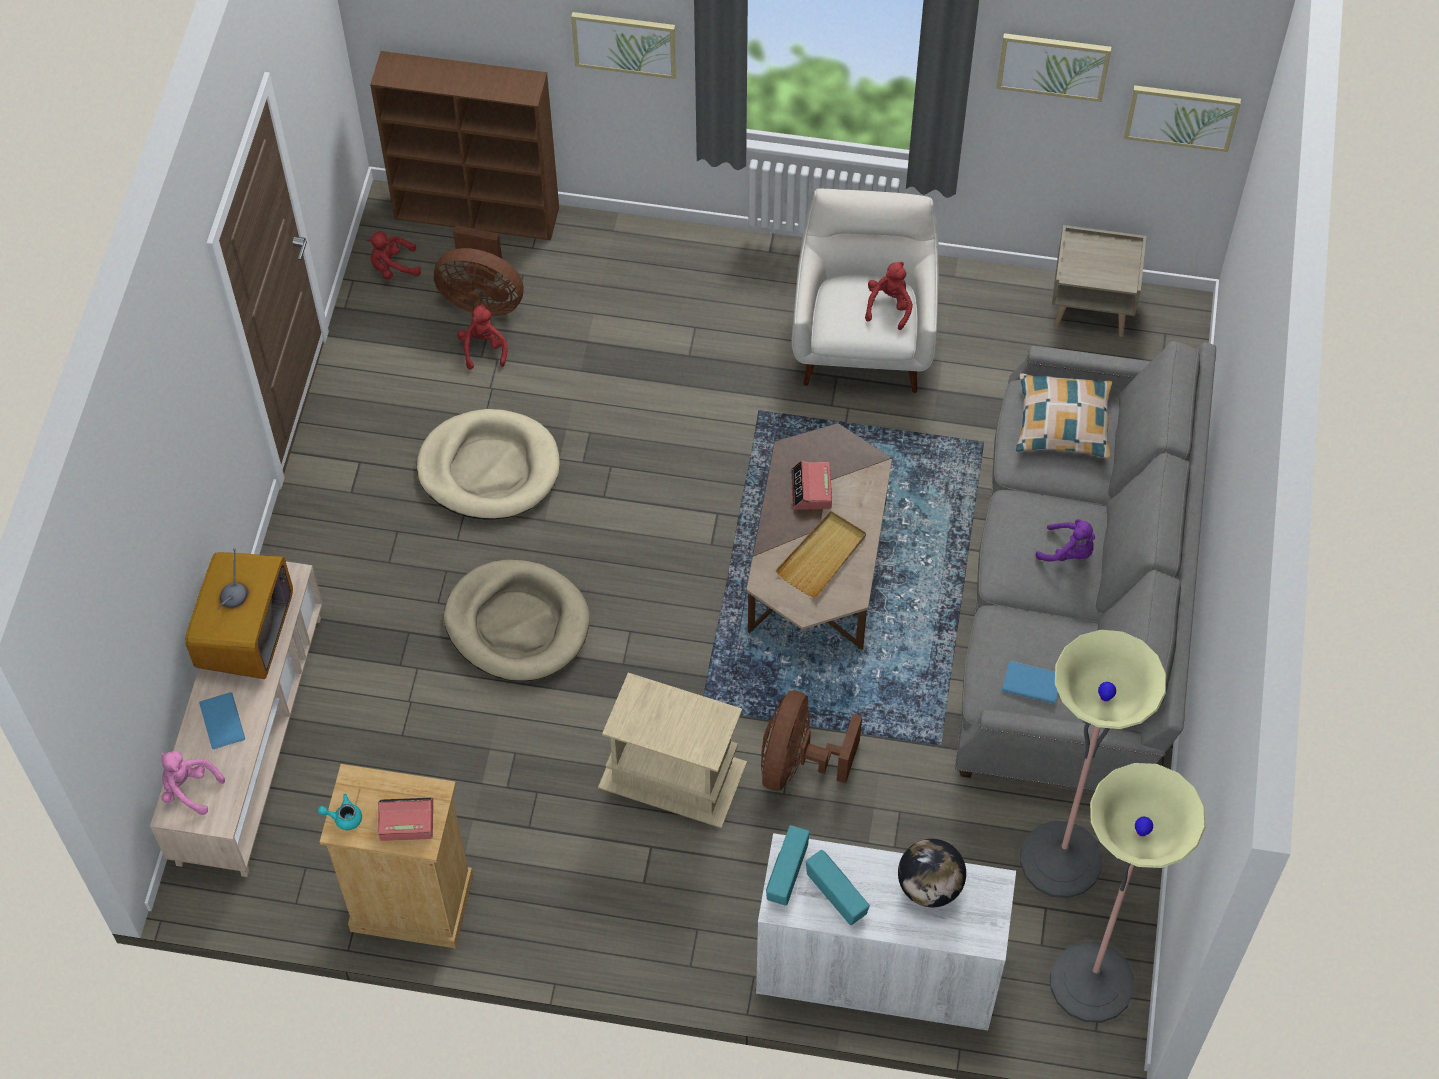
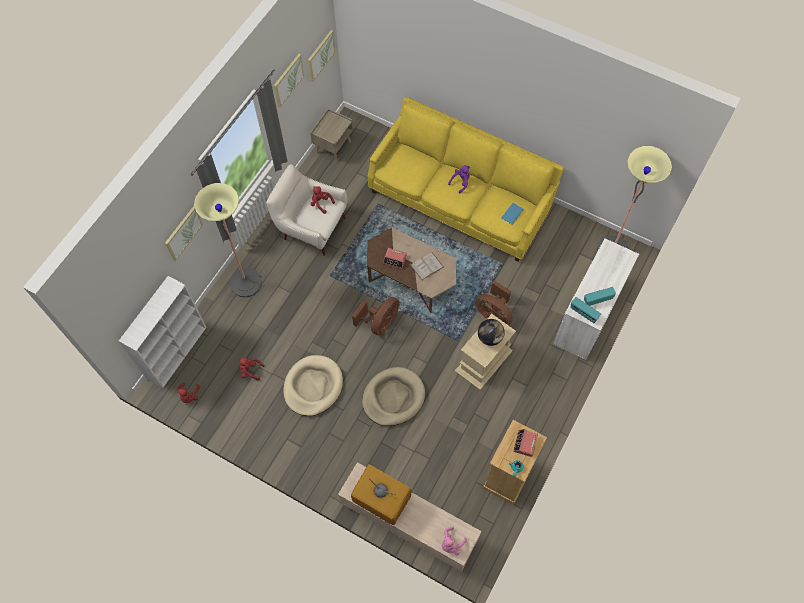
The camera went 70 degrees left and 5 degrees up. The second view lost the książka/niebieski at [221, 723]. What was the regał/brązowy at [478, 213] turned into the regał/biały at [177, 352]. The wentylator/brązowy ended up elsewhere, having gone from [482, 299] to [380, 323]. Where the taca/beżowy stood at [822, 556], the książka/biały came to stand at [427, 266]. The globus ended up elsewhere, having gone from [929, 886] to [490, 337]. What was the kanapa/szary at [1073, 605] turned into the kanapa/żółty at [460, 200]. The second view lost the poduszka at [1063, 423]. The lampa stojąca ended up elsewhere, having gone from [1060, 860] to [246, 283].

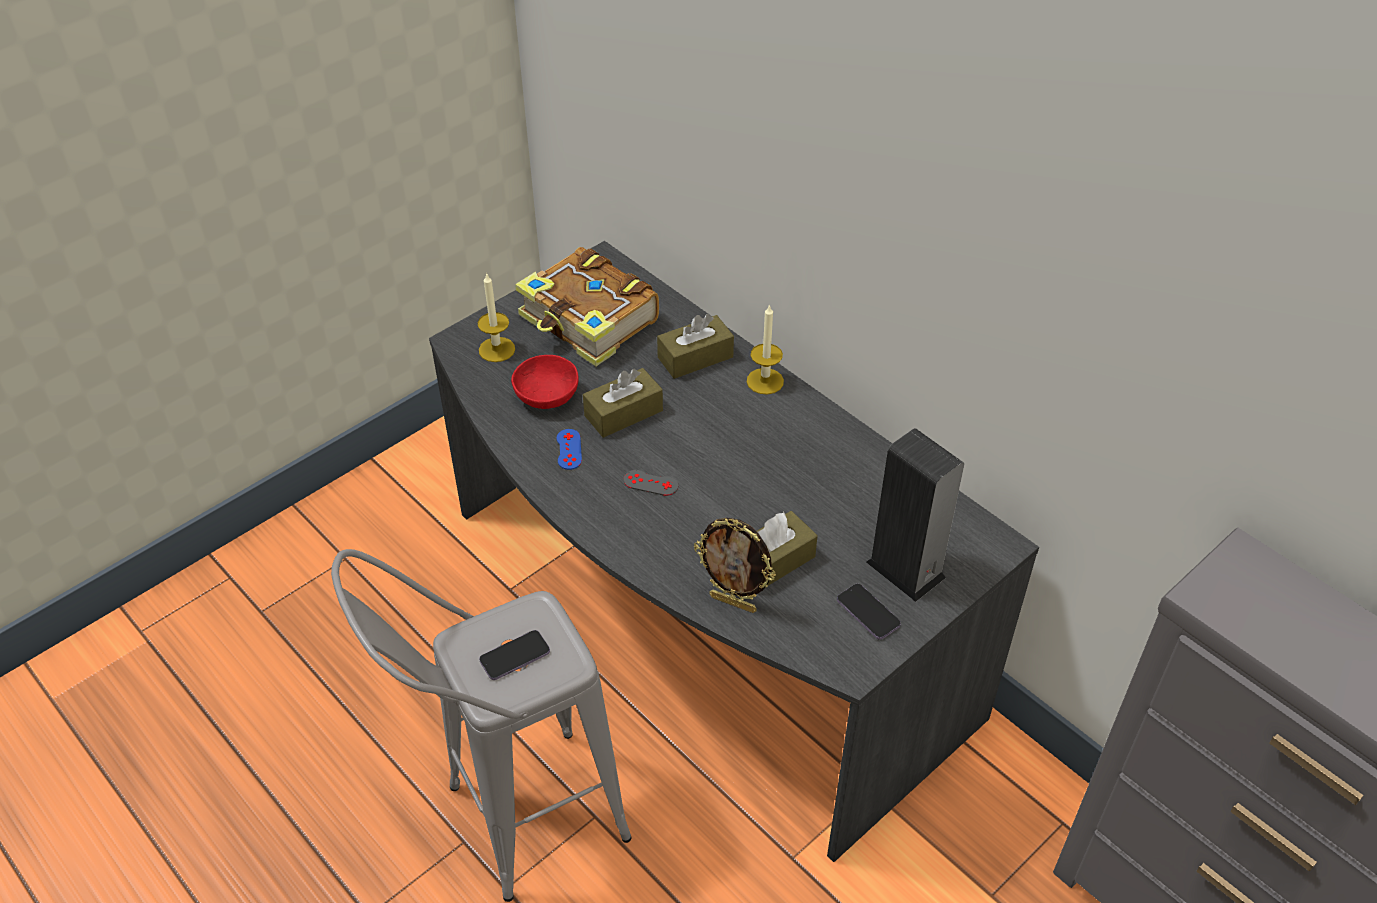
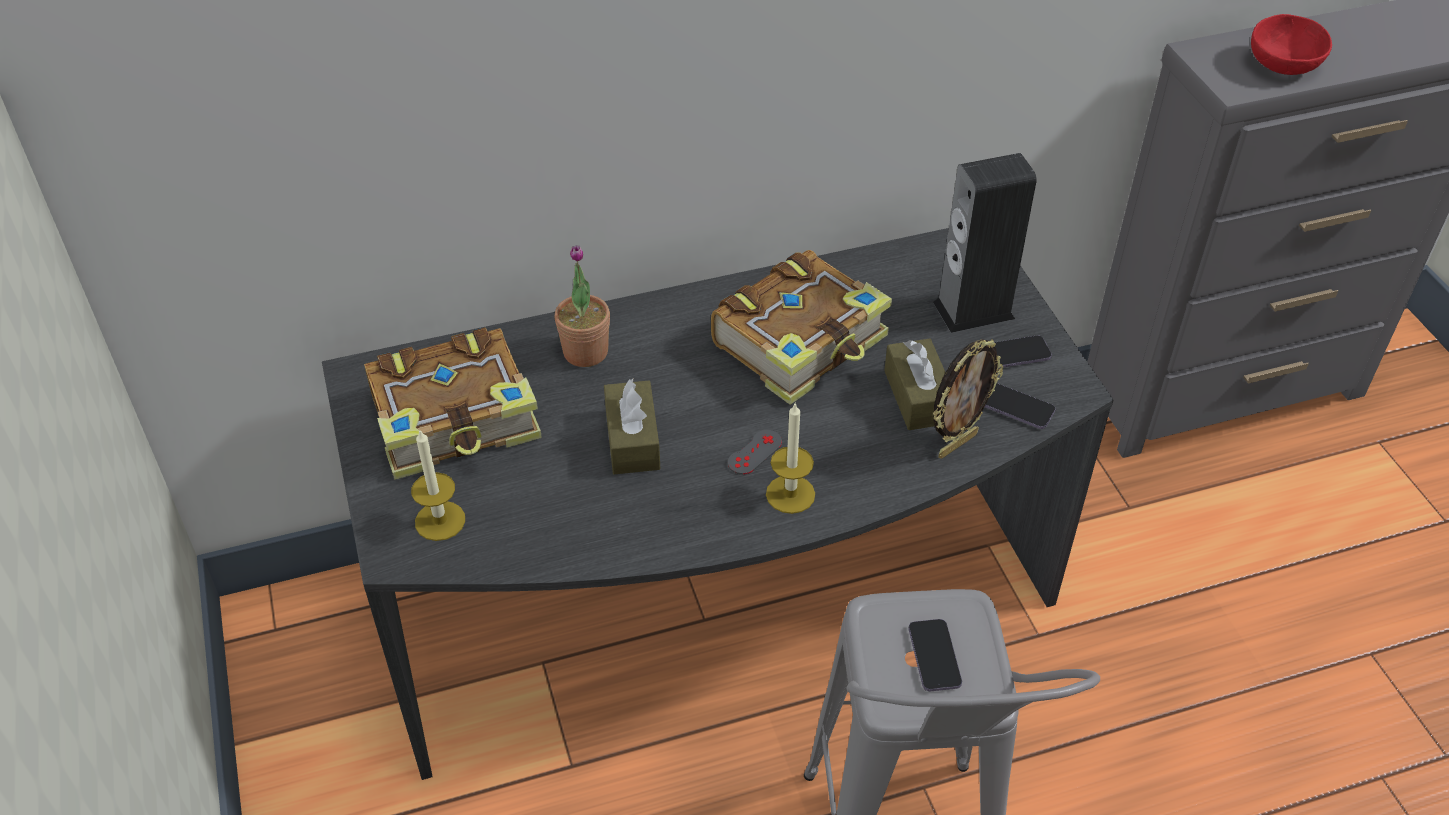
The camera went 65 degrees left and 0 degrees up. The miska/czerwony ended up elsewhere, having gone from [546, 398] to [1285, 65]. The second view lost the pad do gier/niebieski at [569, 449]. Where the pudełko chusteczek/brązowy stood at [695, 357], the roślina doniczkowa came to stand at [585, 352]. The świeca ended up elsewhere, having gone from [765, 381] to [790, 494]. The second view gained the książka at [802, 342]. The second view gained the telefon at [1016, 408].

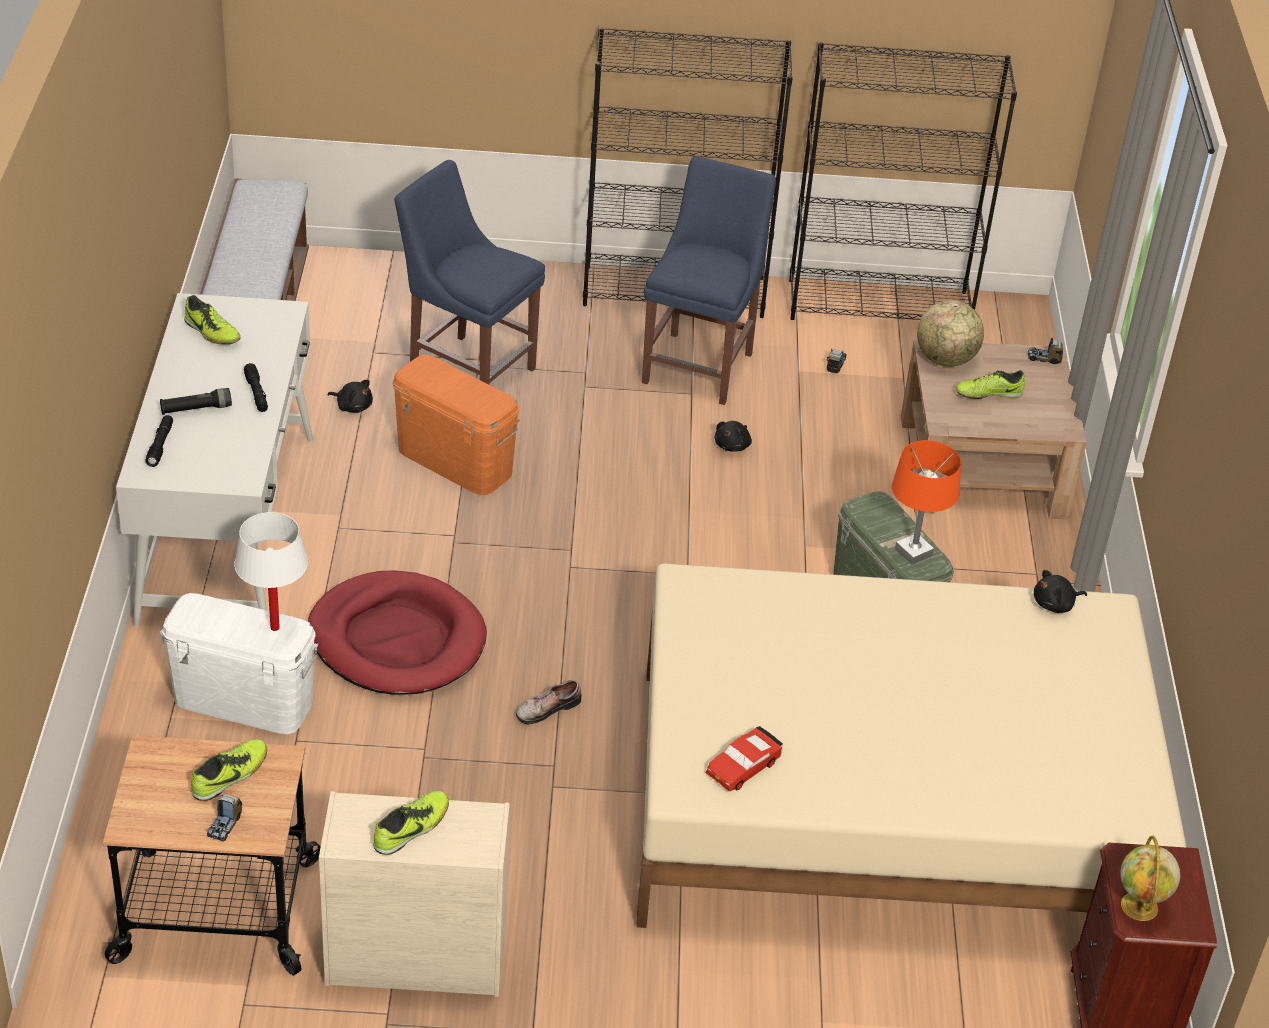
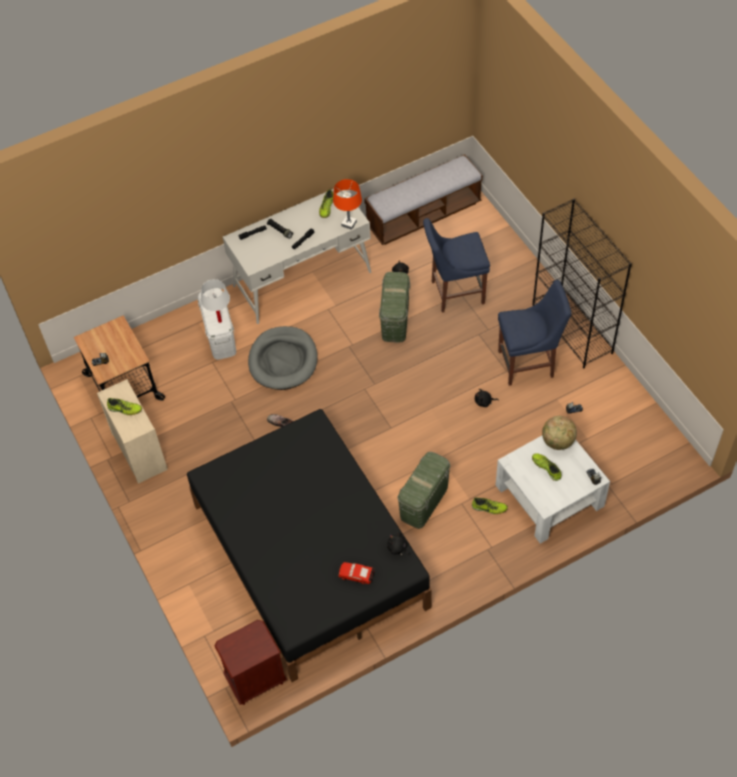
The camera went 65 degrees right and 15 degrees up. The but ended up elsewhere, having gone from [230, 776] to [489, 508]. What was the legowisko/czerwony at [397, 639] turned into the legowisko/szary at [283, 360]. What was the pojemnik do przechowywania/pomarańczowy at [454, 461] turned into the pojemnik do przechowywania/zielony at [395, 320]. The krzesło/niebieski at [467, 370] ended up facing another way, 105 degrees counterclockwise from before. What was the łóżko/beżowy at [886, 808] turned into the łóżko/czarny at [309, 555]. The samochodzik/czerwony ended up elsewhere, having gone from [743, 766] to [356, 574]. The second view lost the regał/czarny at [880, 305]. The lampa stołowa/pomarańczowy ended up elsewhere, having gone from [914, 552] to [349, 224]. What was the ława/brązowy at [982, 466] turned into the ława/biały at [549, 496]. The second view lost the globus at [1140, 907].

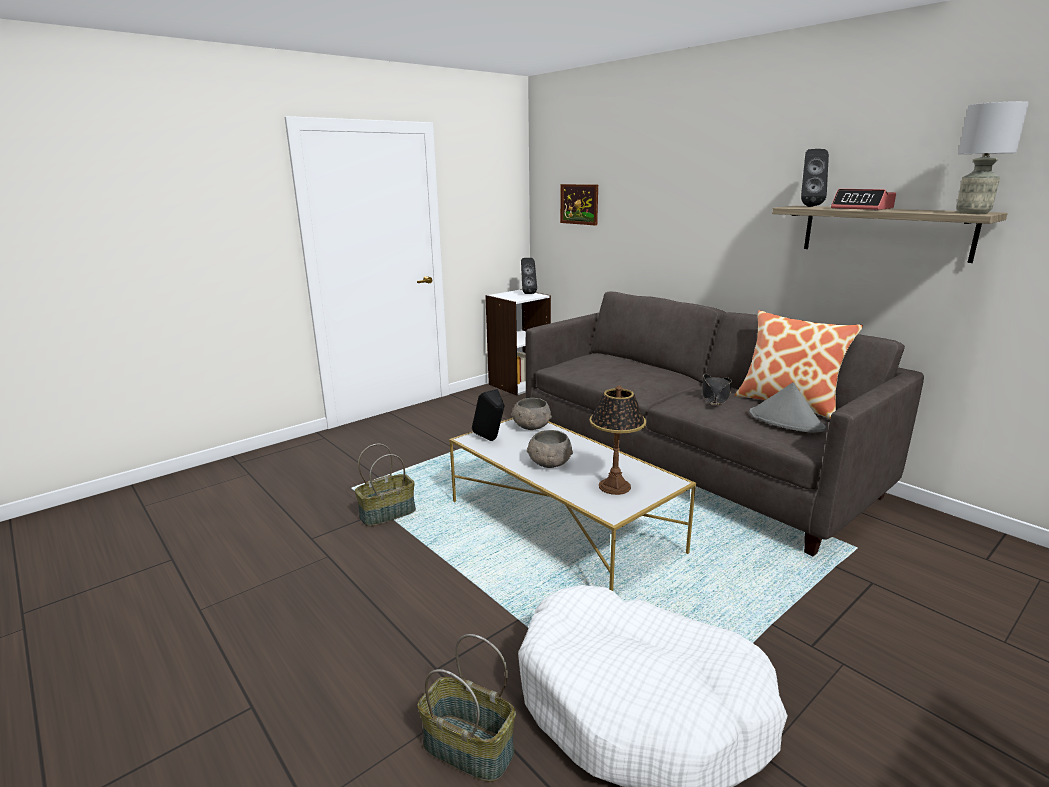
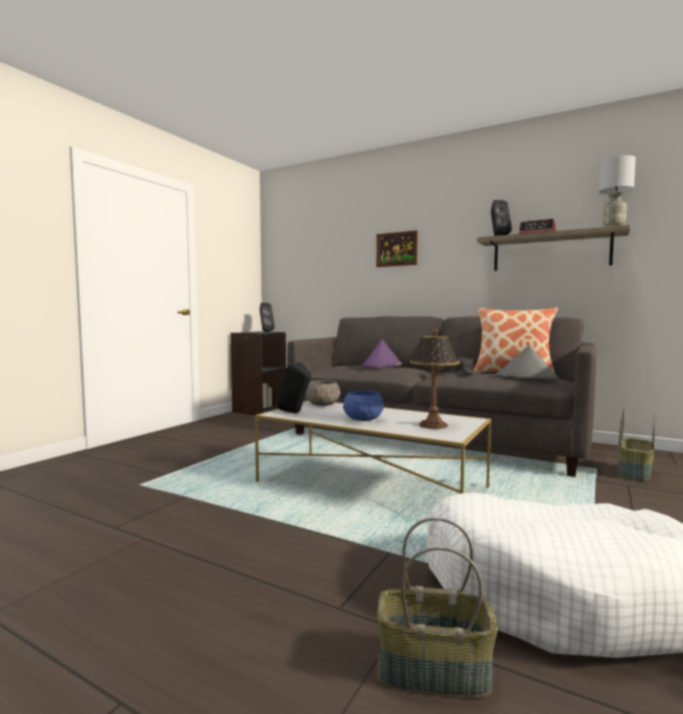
The camera went 20 degrees left and 15 degrees down. The koszyk ended up elsewhere, having gone from [388, 513] to [634, 472]. What was the regał/biały at [519, 384] turned into the regał/czarny at [259, 410]. What was the miska/szary at [549, 464] turned into the miska/niebieski at [363, 419]. The obraz ended up elsewhere, having gone from [579, 204] to [396, 249]. The second view gained the kapelusz/fioletowy at [382, 365].

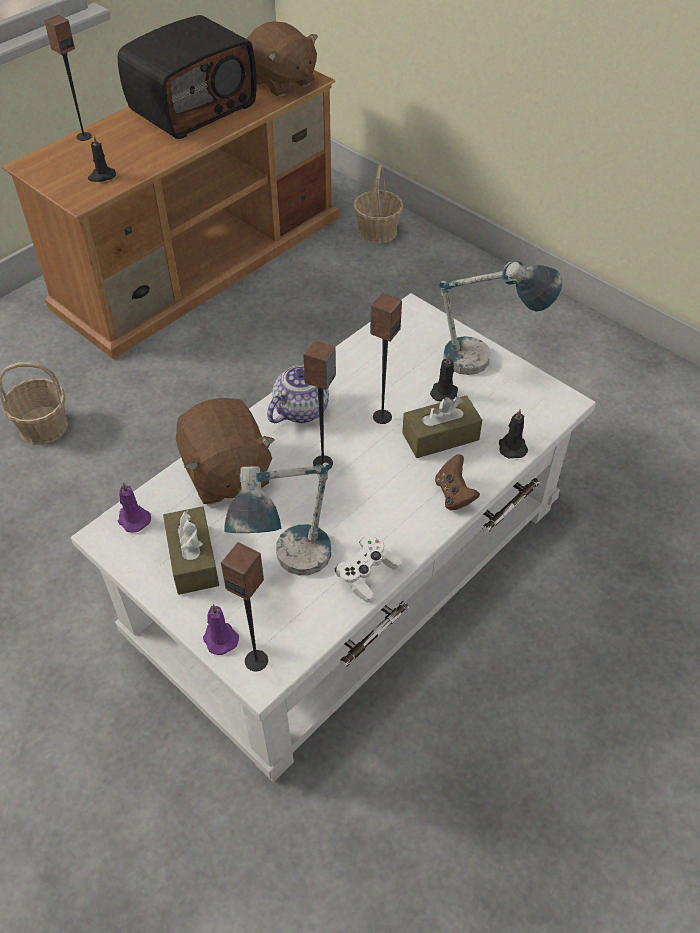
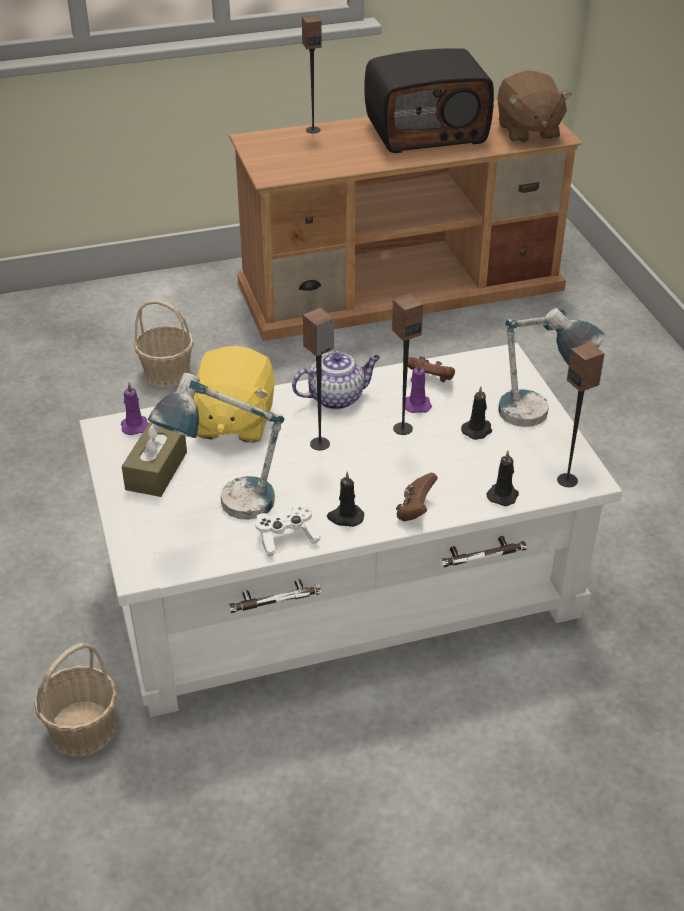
The camera went 30 degrees right and 10 degrees down. The świeca/czarny ended up elsewhere, having gone from [101, 176] to [345, 517]. What was the pluszak/brązowy at [226, 474] turned into the pluszak/żółty at [233, 421]. The świeca/fioletowy ended up elsewhere, having gone from [219, 638] to [417, 404]. The głośnik ended up elsewhere, having gone from [256, 660] to [567, 480]. The koszyk ended up elsewhere, having gone from [377, 231] to [83, 729]. The second view lost the pudełko chusteczek/brązowy at [440, 436]. The second view gained the pad do gier/brązowy at [431, 380].

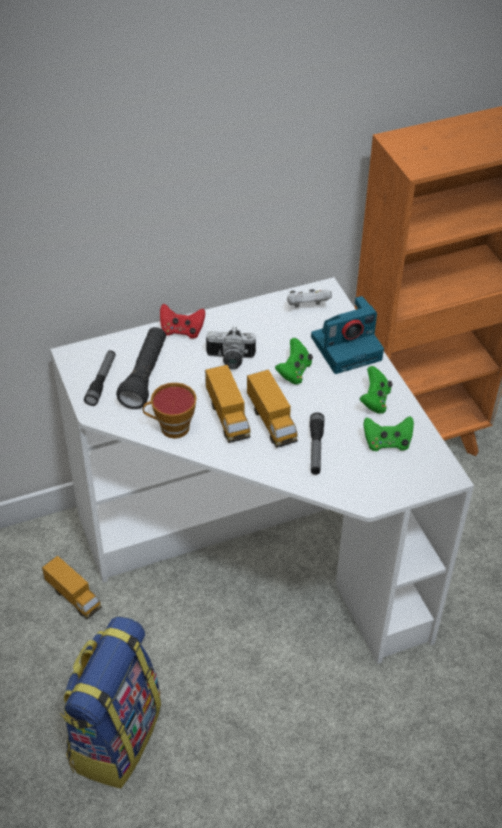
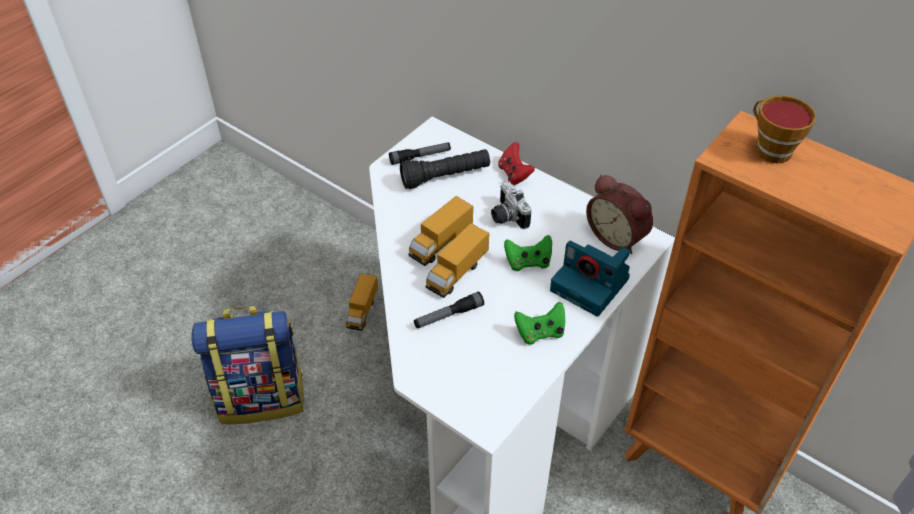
The camera went 60 degrees right and 0 degrees up. The filiżanka ended up elsewhere, having gone from [171, 428] to [769, 149]. Where the pad do gier/biały stood at [307, 307], the budzik came to stand at [617, 236]. The second view lost the pad do gier/zielony at [387, 443].

